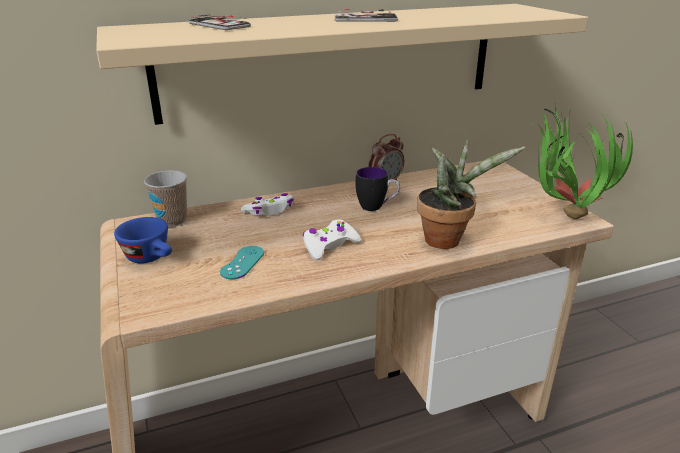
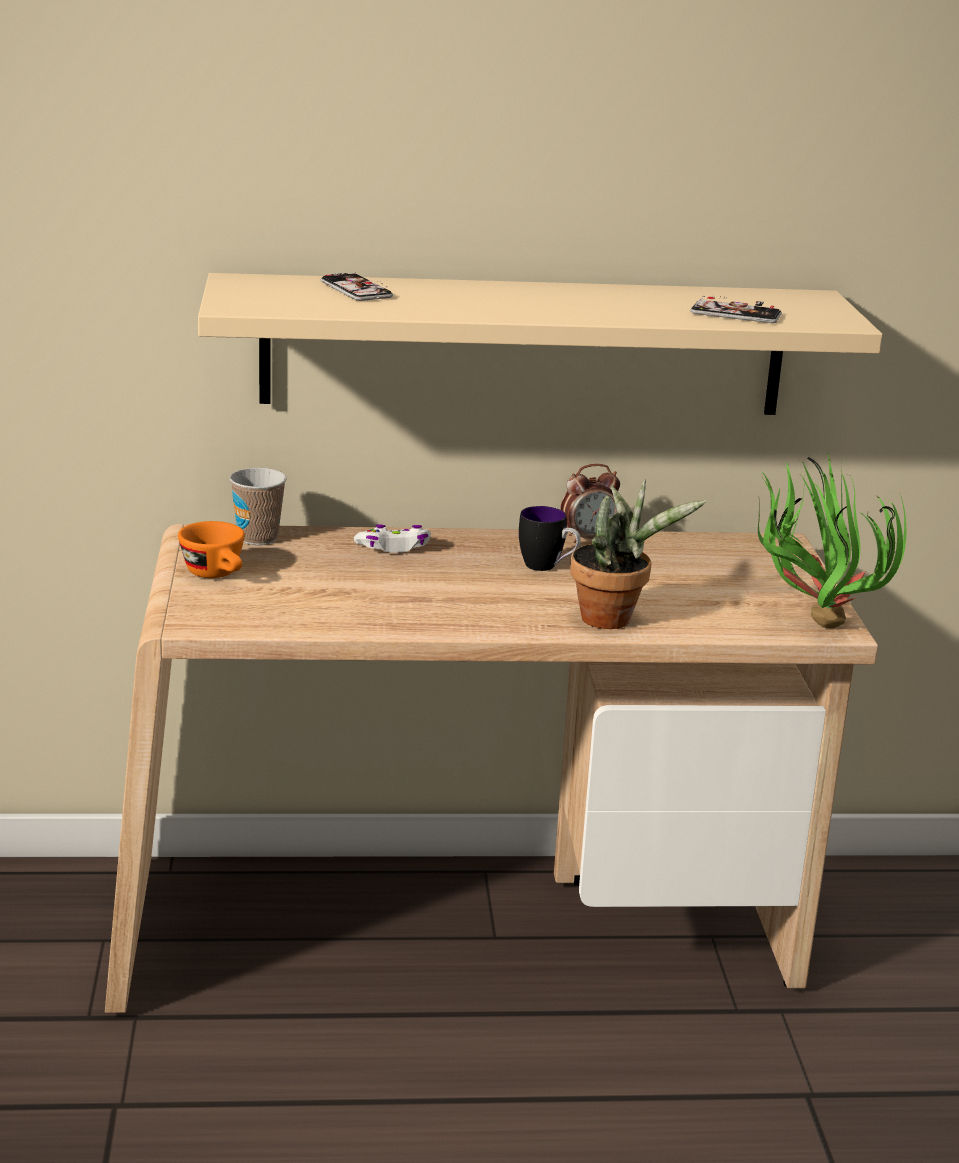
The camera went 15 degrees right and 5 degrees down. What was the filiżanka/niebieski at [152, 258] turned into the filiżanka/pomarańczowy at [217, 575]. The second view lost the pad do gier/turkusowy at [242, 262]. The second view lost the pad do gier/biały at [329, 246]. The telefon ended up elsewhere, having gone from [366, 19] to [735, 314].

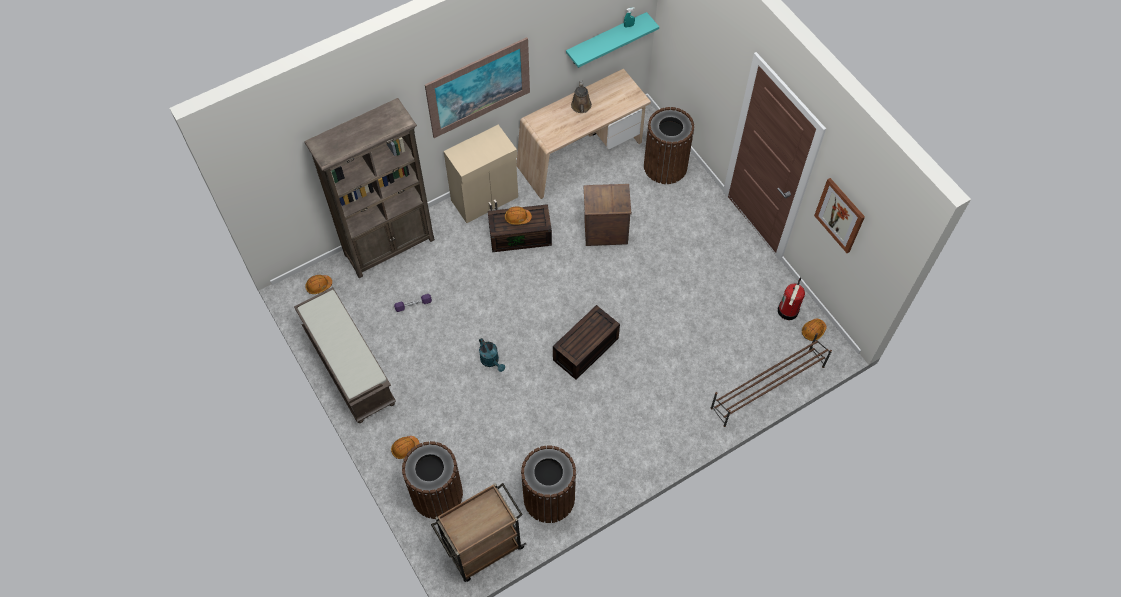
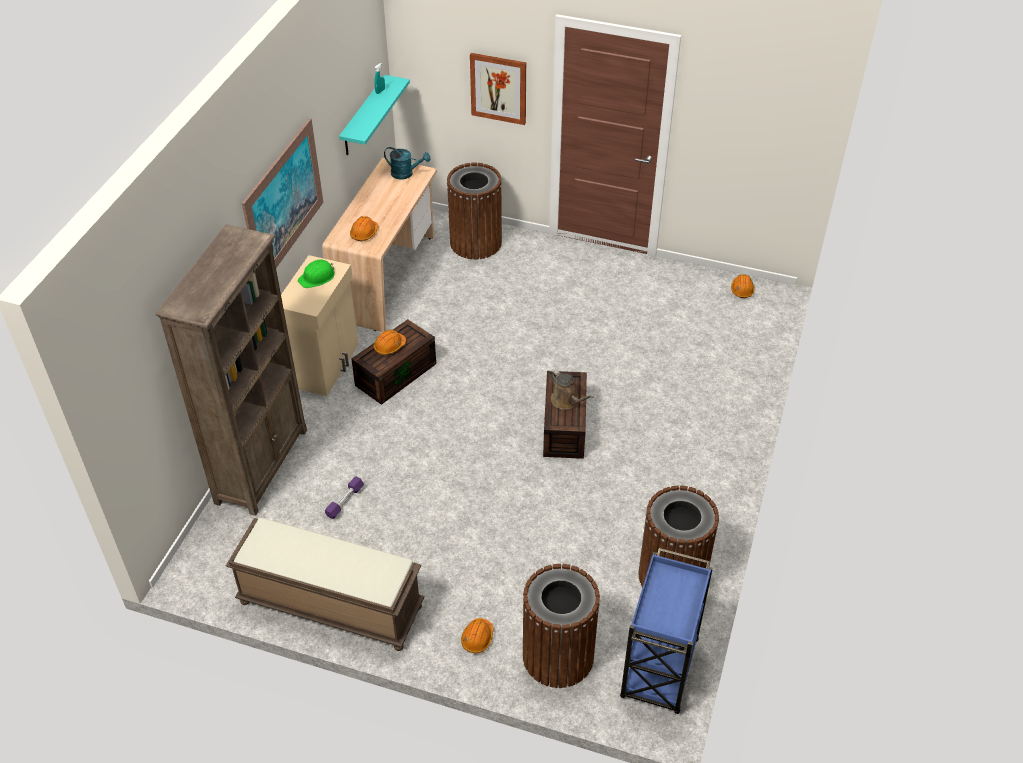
The camera went 40 degrees left and 15 degrees down. The kask/pomarańczowy ended up elsewhere, having gone from [319, 286] to [364, 233]. What was the wózek/brązowy at [482, 548] turned into the wózek/niebieski at [659, 670]. The konewka/turkusowy ended up elsewhere, having gone from [491, 361] to [406, 174]. The konewka/brązowy ended up elsewhere, having gone from [581, 107] to [566, 401]. The second view lost the skrzynka at [605, 232]. The second view lost the regał na buty/brązowy at [767, 387]. The second view lost the gaśnica at [788, 311]. The obraz ended up elsewhere, having gone from [840, 215] to [498, 88]. The second view gained the kask/zielony at [317, 277].

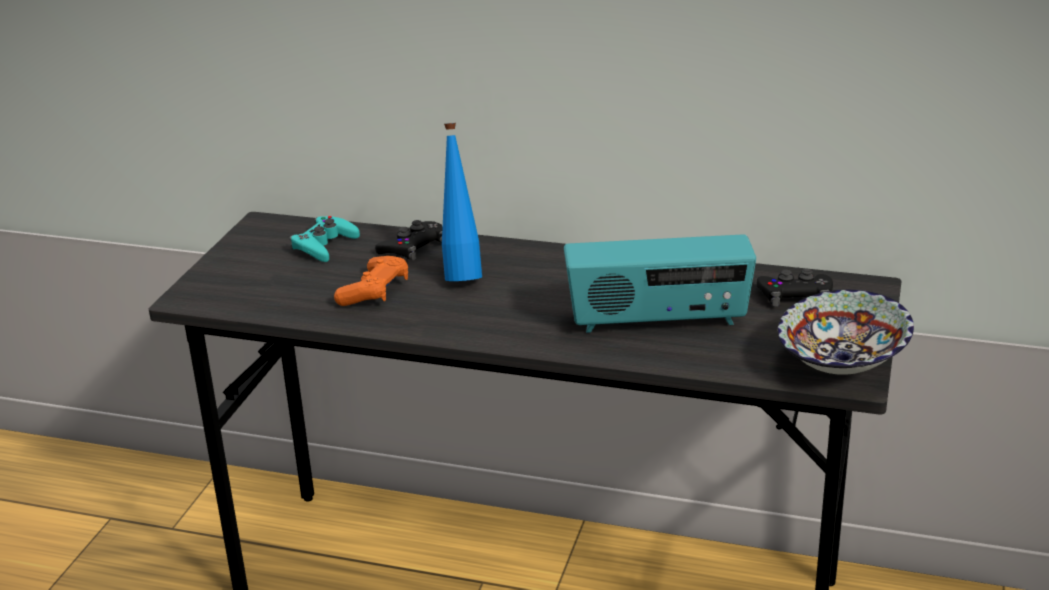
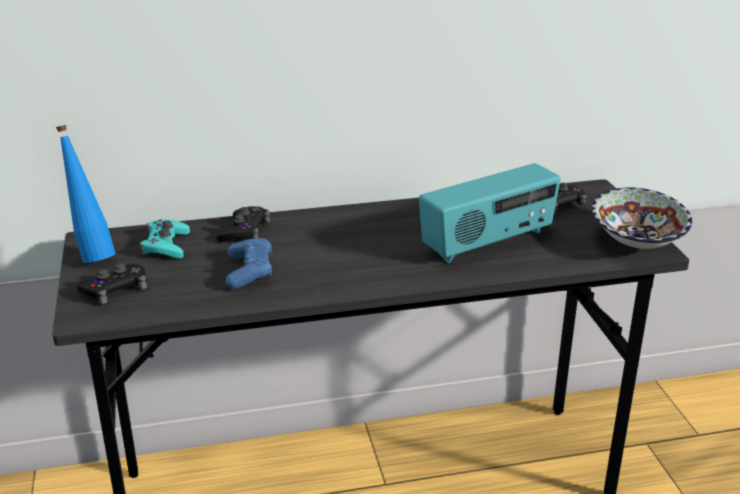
The camera went 30 degrees left and 0 degrees up. What was the pad do gier/pomarańczowy at [375, 292] turned into the pad do gier/niebieski at [249, 272]. The butelka/niebieski ended up elsewhere, having gone from [461, 274] to [92, 255]. The second view gained the pad do gier/czarny at [115, 289].

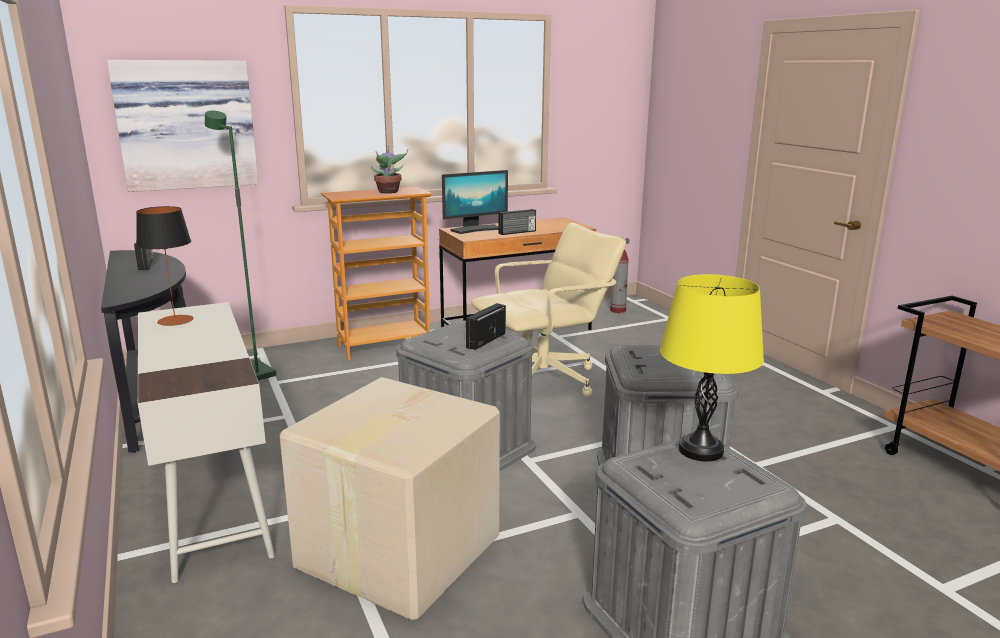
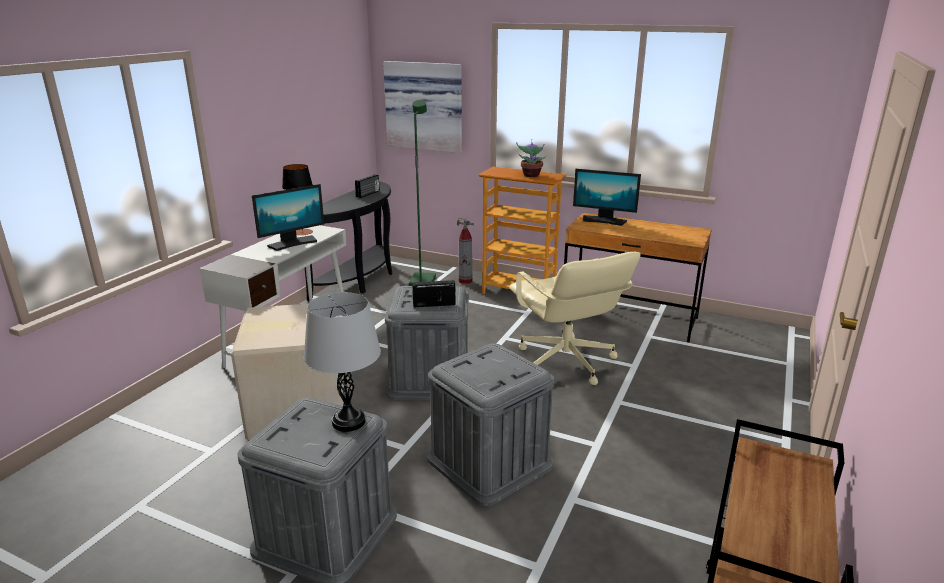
The camera went 50 degrees right and 5 degrees up. The krzesło biurowe/beżowy at [544, 380] ended up facing another way, 45 degrees clockwise from before. The second view lost the radio at [517, 232]. The gaśnica ended up elsewhere, having gone from [618, 310] to [465, 281]. What was the lampa stołowa/żółty at [700, 450] turned into the lampa stołowa/szary at [348, 421]. The second view gained the monitor at [292, 243].

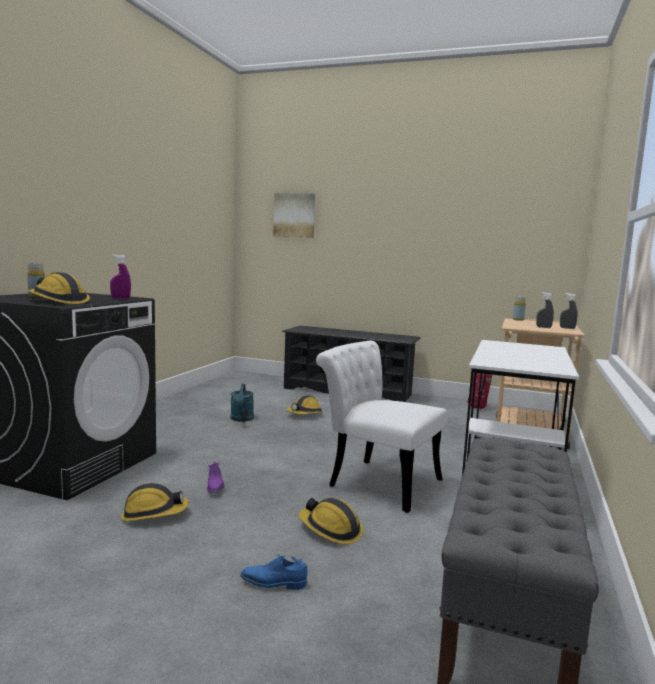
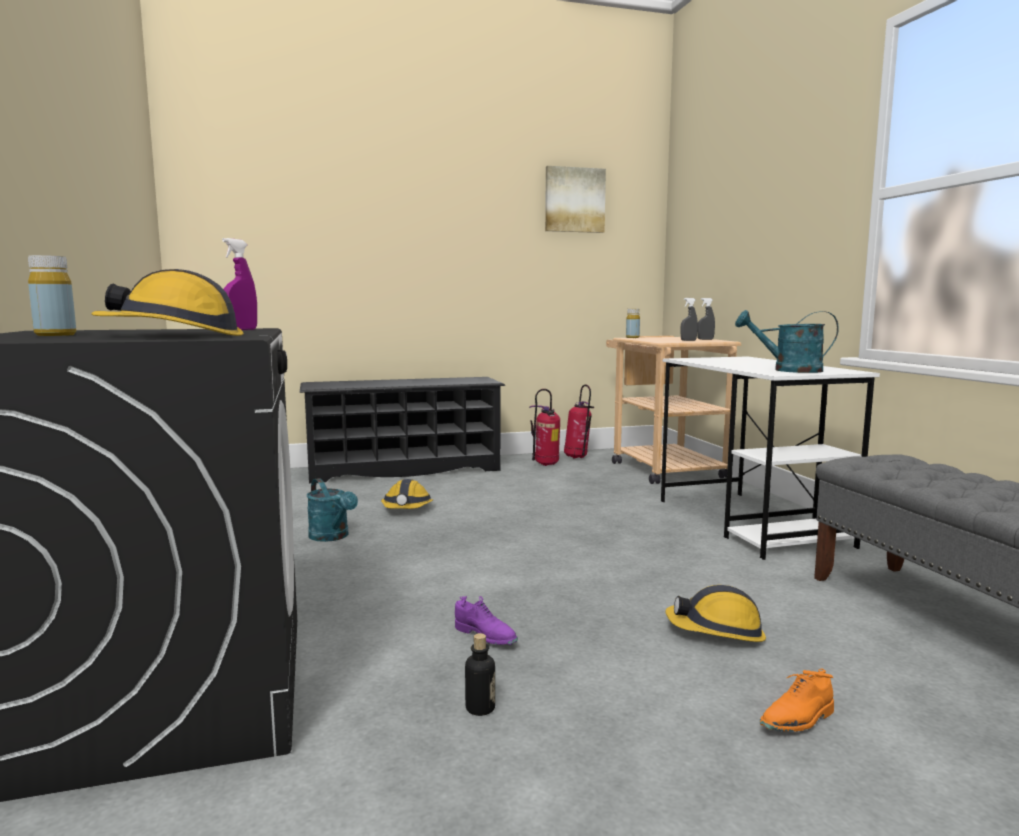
The camera went 35 degrees left and 0 degrees up. Where the kask stood at [154, 514], the butelka came to stand at [480, 708]. What was the but/niebieski at [273, 583] turned into the but/pomarańczowy at [797, 720]. The obraz ended up elsewhere, having gone from [294, 215] to [574, 200]. The second view lost the krzesło/biały at [376, 481]. The second view gained the gaśnica at [546, 465]. The second view gained the konewka/turkusowy at [788, 370].

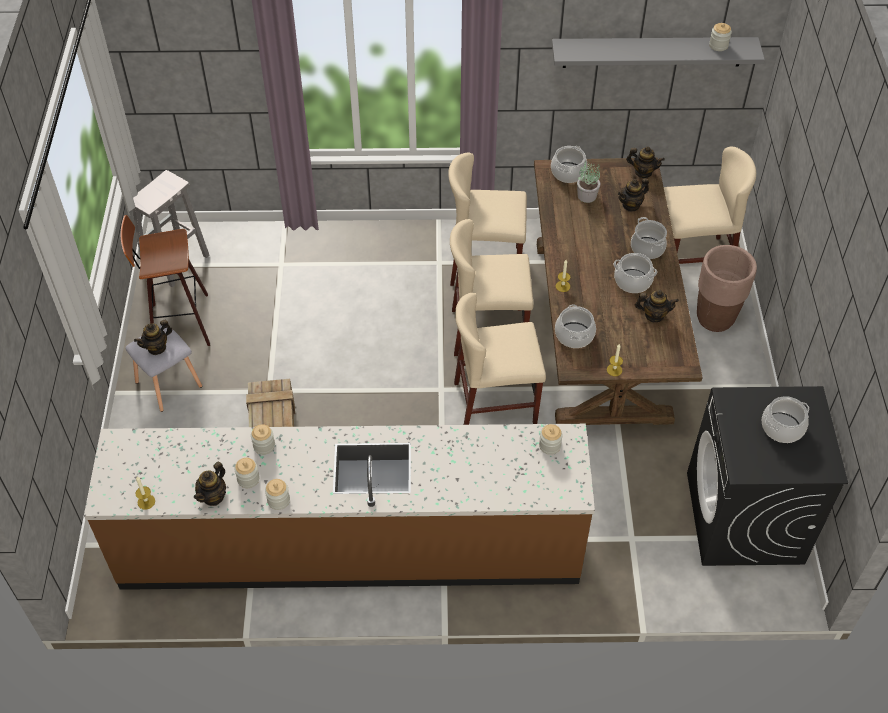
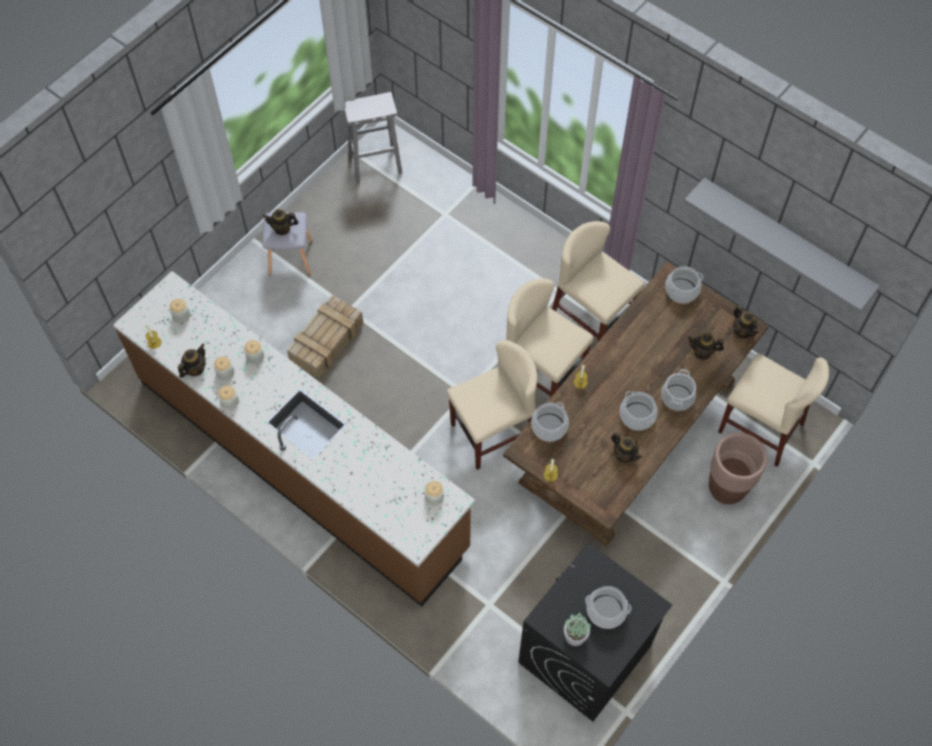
The camera went 40 degrees right and 10 degrees up. The second view lost the stołek at [178, 323]. The imbryk at [213, 496] ended up facing another way, 150 degrees clockwise from before. The krzesło/beżowy at [495, 403] ended up facing another way, 120 degrees clockwise from before. The roślina doniczkowa ended up elsewhere, having gone from [587, 195] to [575, 635]. The słoik ended up elsewhere, having gone from [718, 45] to [181, 315].

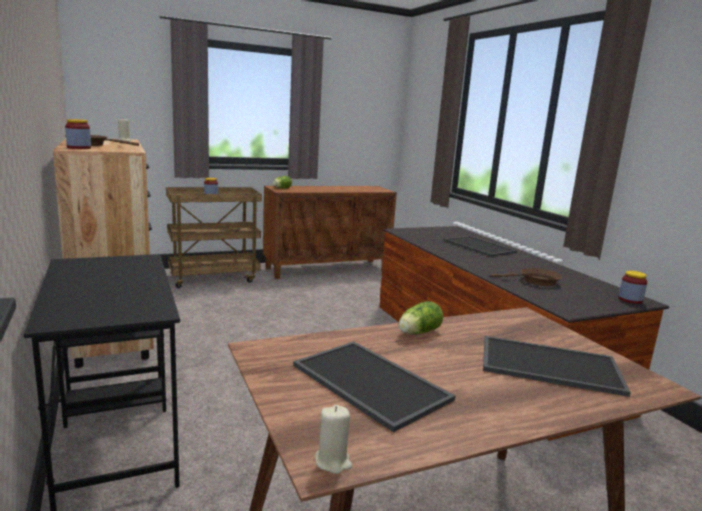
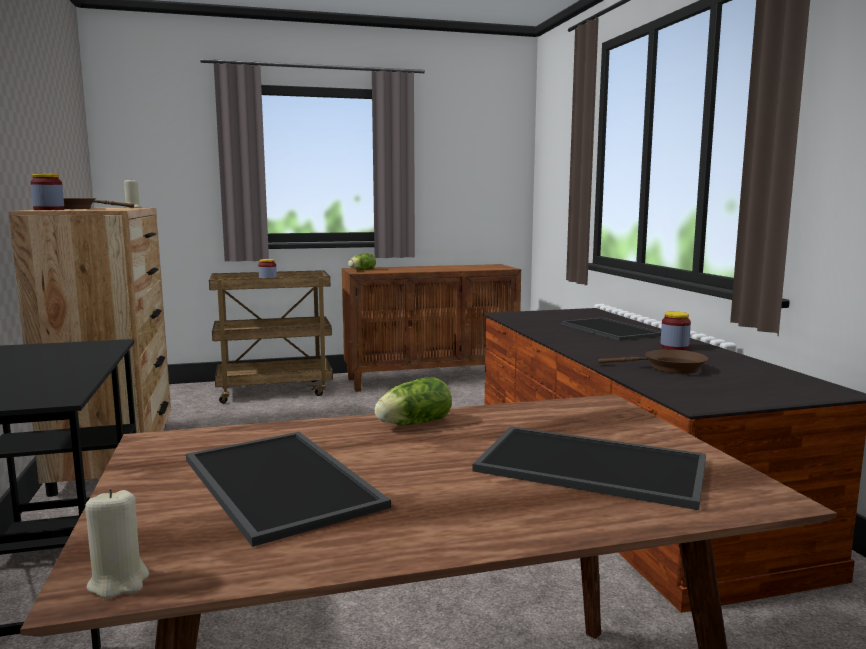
The camera went 10 degrees right and 5 degrees down. The słoik ended up elsewhere, having gone from [630, 300] to [674, 347].

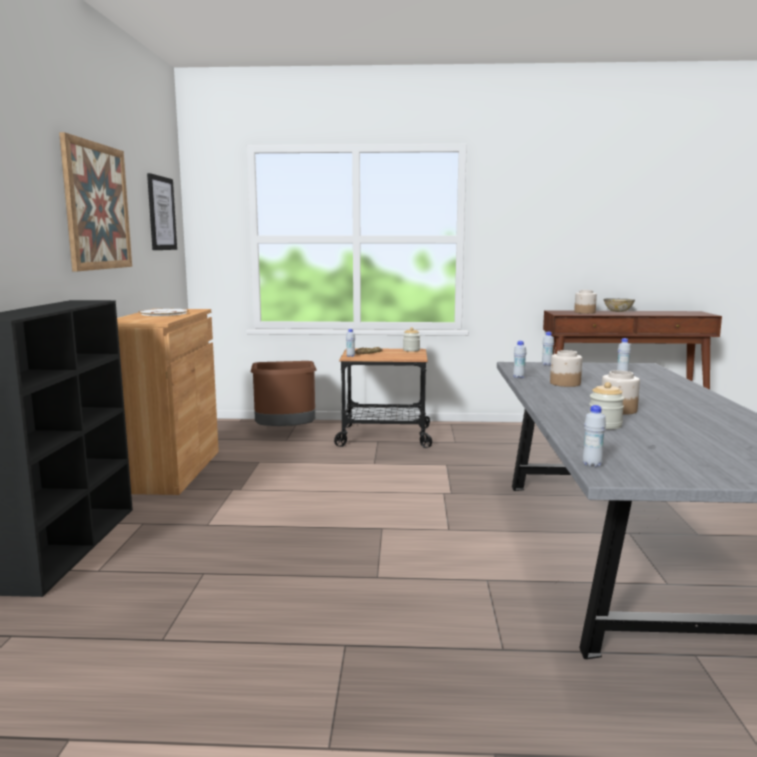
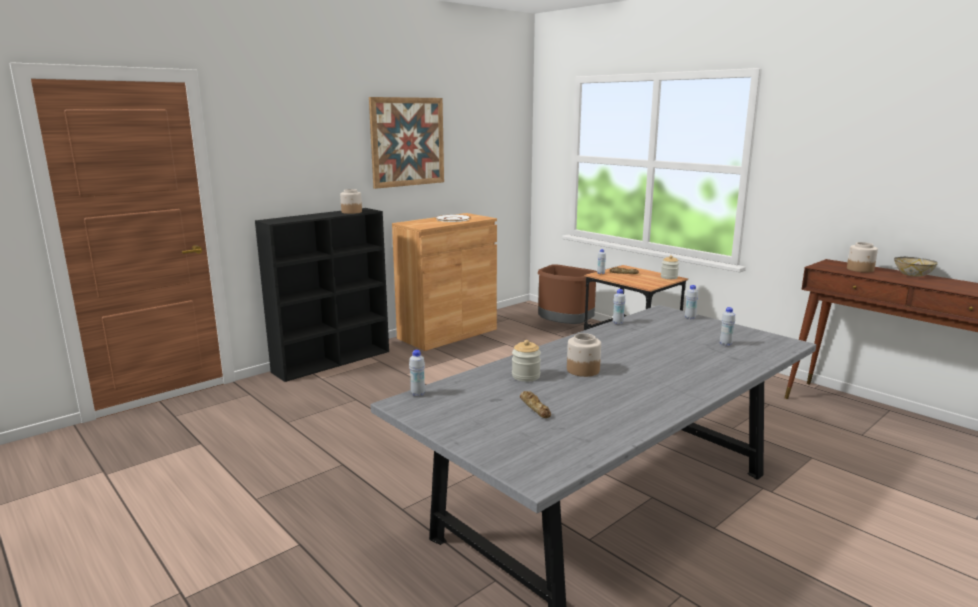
The camera went 45 degrees right and 5 degrees up. The second view lost the obraz at [161, 213]. The słoik ended up elsewhere, having gone from [565, 383] to [351, 212]. The second view gained the chleb at [535, 408].

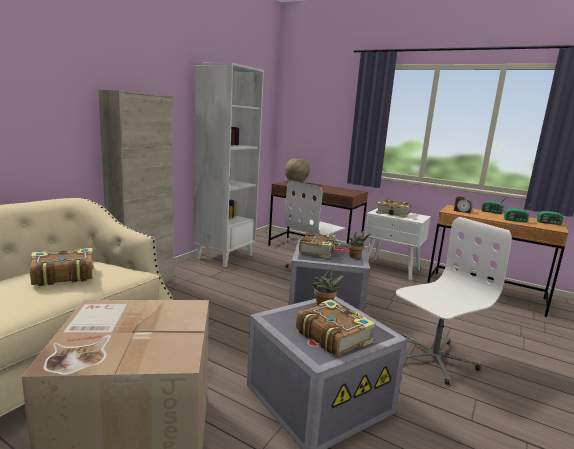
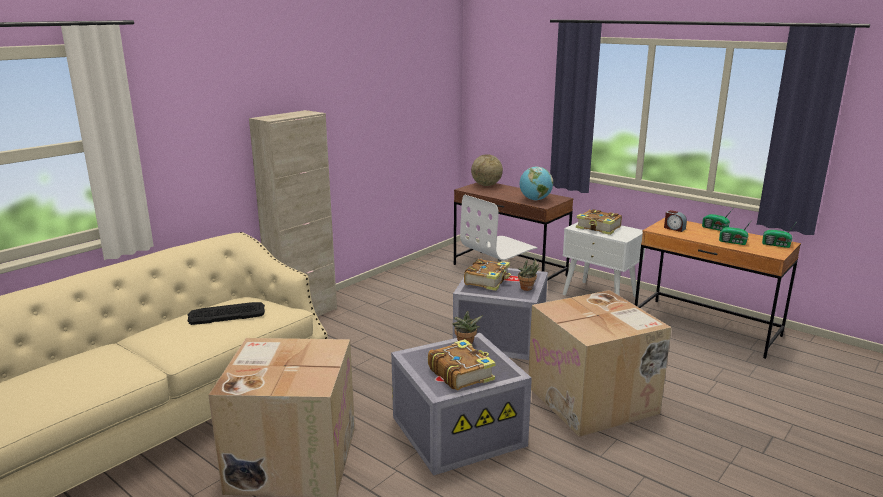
The camera went 10 degrees right and 5 degrees up. Where the książka stood at [62, 275], the klawiatura came to stand at [226, 313]. The second view lost the regał/biały at [224, 256]. Where the krzesło biurowe/biały stood at [433, 358], the karton came to stand at [593, 400]. The second view gained the globus at [535, 200].

